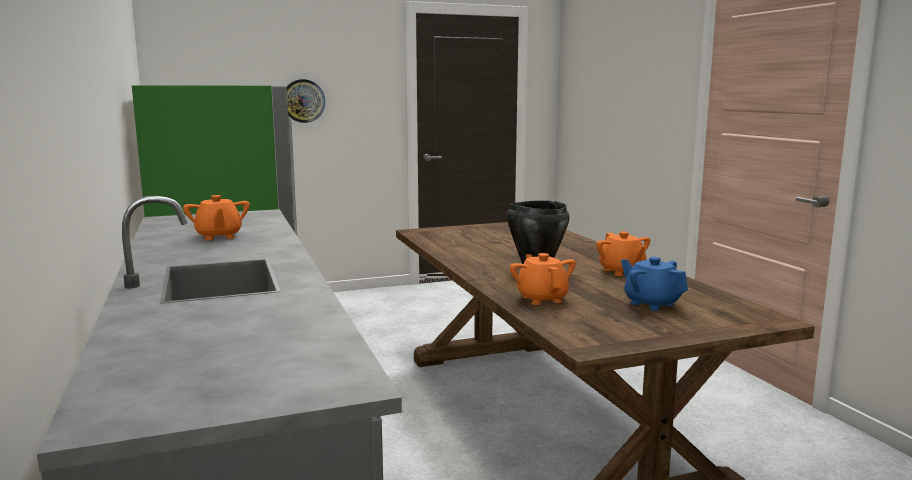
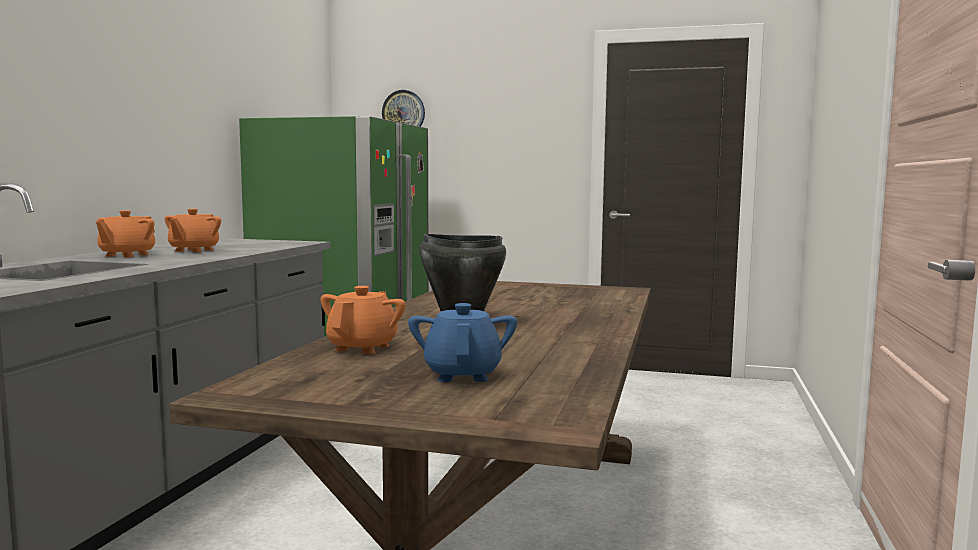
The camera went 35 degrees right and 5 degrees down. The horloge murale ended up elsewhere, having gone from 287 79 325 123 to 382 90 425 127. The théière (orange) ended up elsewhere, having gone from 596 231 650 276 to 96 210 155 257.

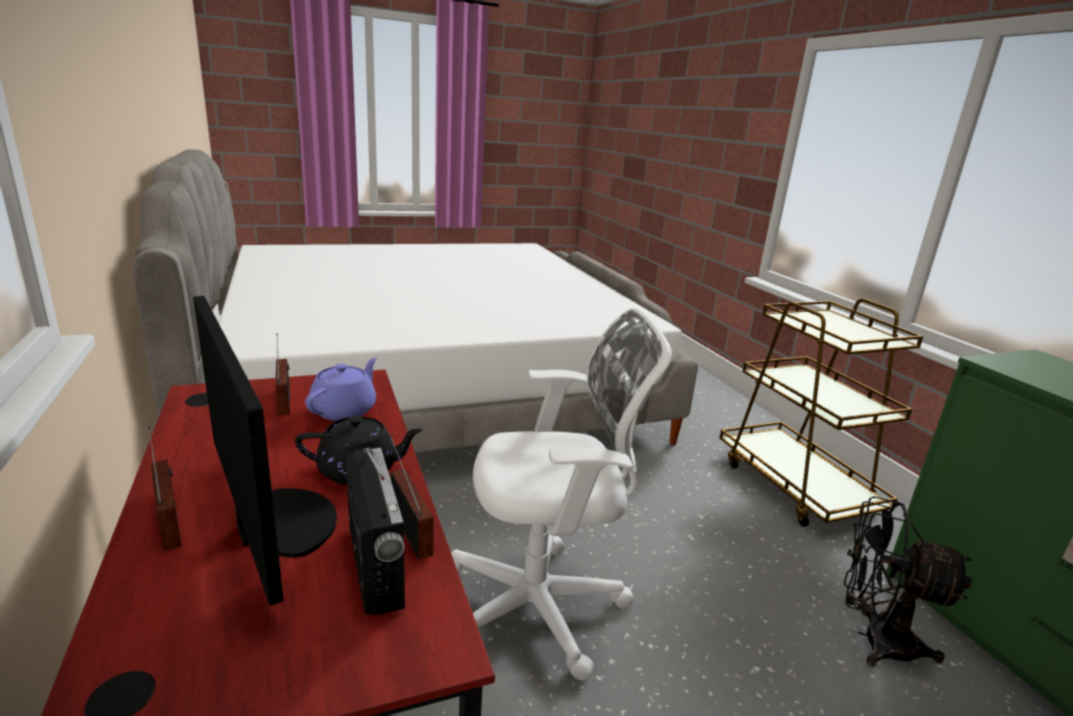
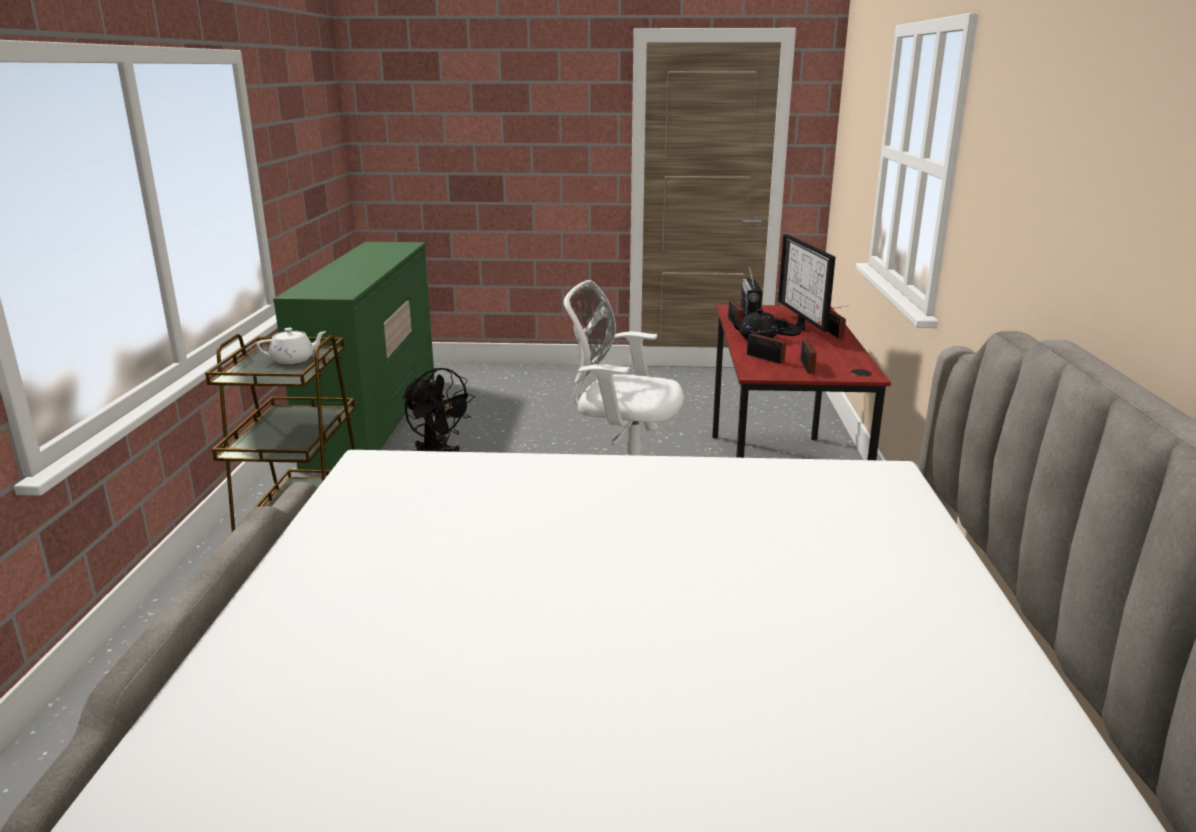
The camera went 155 degrees left and 0 degrees up. The second view gained the théière (blanc) at 256 328 327 364. Where the théière (violet) stood at 305 357 377 421, the radio came to stand at 747 327 791 364.

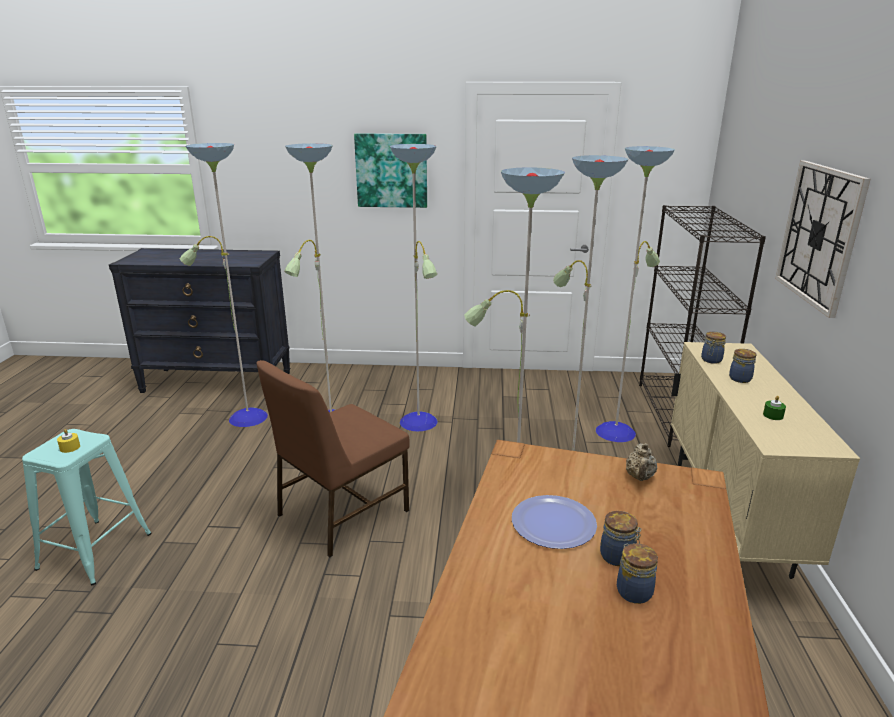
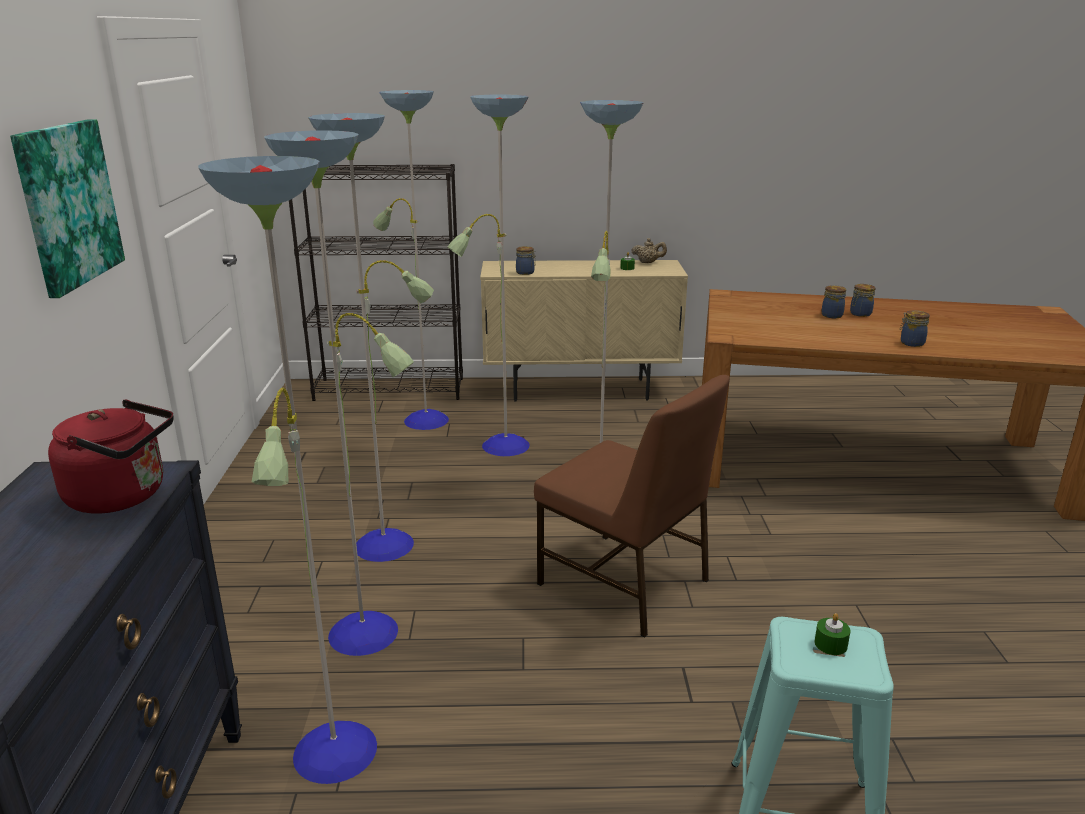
The camera went 95 degrees left and 0 degrees up. The second view lost the assiette at 512 495 597 549. The second view lost the horloge murale at 775 161 871 318. The second view gained the bouilloire (rouge) at 48 400 174 514. The théière (beige) ended up elsewhere, having gone from 626 443 657 481 to 631 238 667 263. The bocal ended up elsewhere, having gone from 729 349 756 383 to 900 310 930 347. What was the bougie (jaune) at 57 429 80 453 turned into the bougie (vert) at 814 613 850 655.

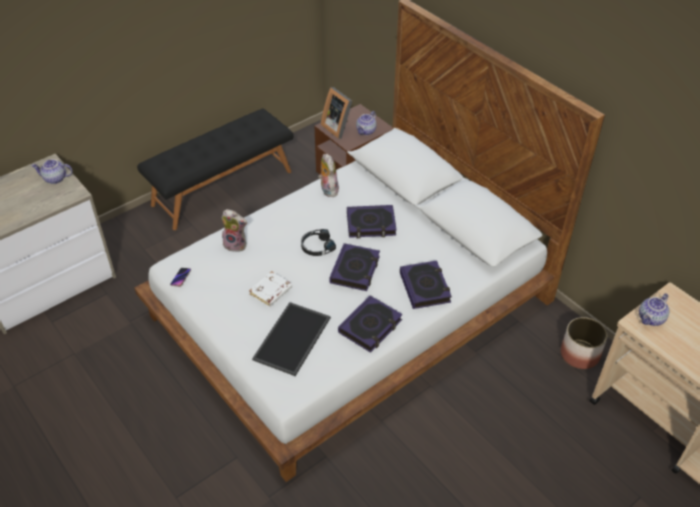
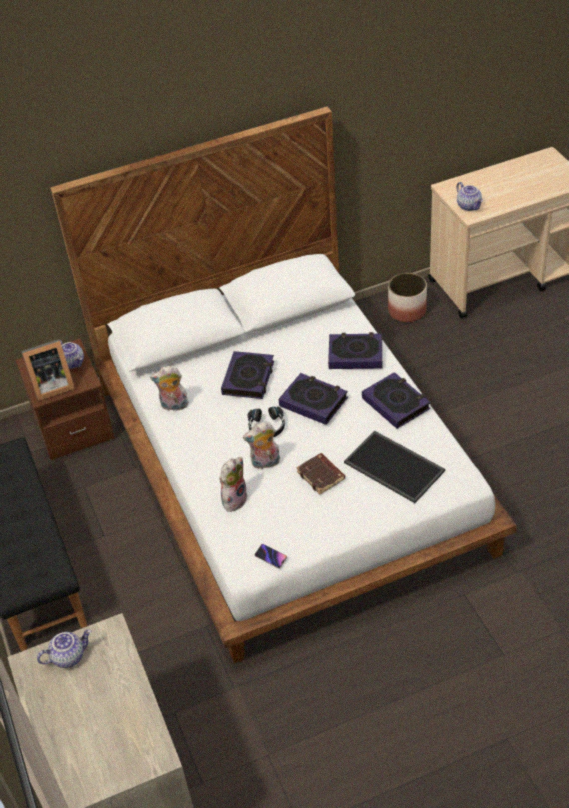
The camera went 70 degrees left and 0 degrees up. The second view gained the peluche at 243 421 280 470. What was the livre (blanc) at 249 271 292 307 turned into the livre (marron) at 296 453 345 494. The théière at 31 159 73 184 ended up facing another way, 135 degrees counterclockwise from before.

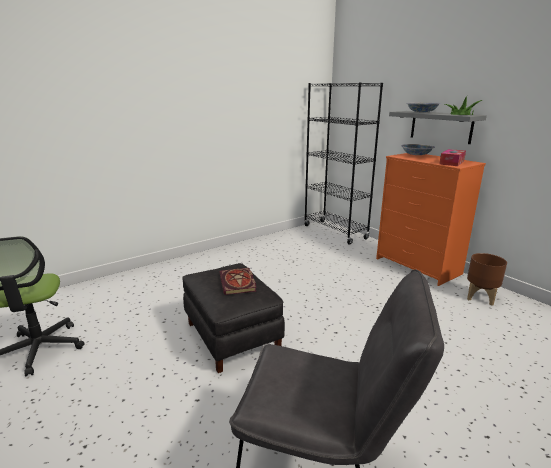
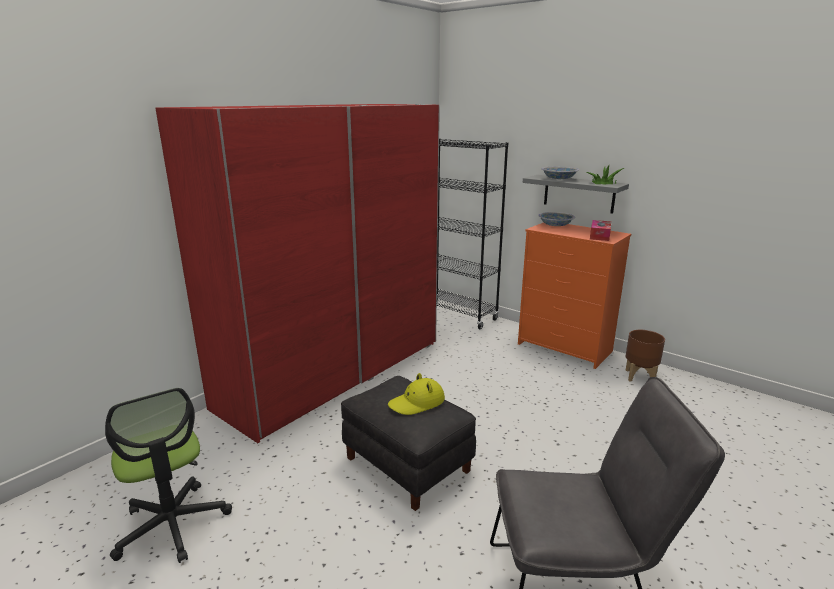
The camera went 15 degrees left and 0 degrees up. The second view gained the armoire (rouge) at 155 104 440 443. Where the livre stood at 220 268 257 295, the chapeau (jaune) came to stand at 388 373 445 415.

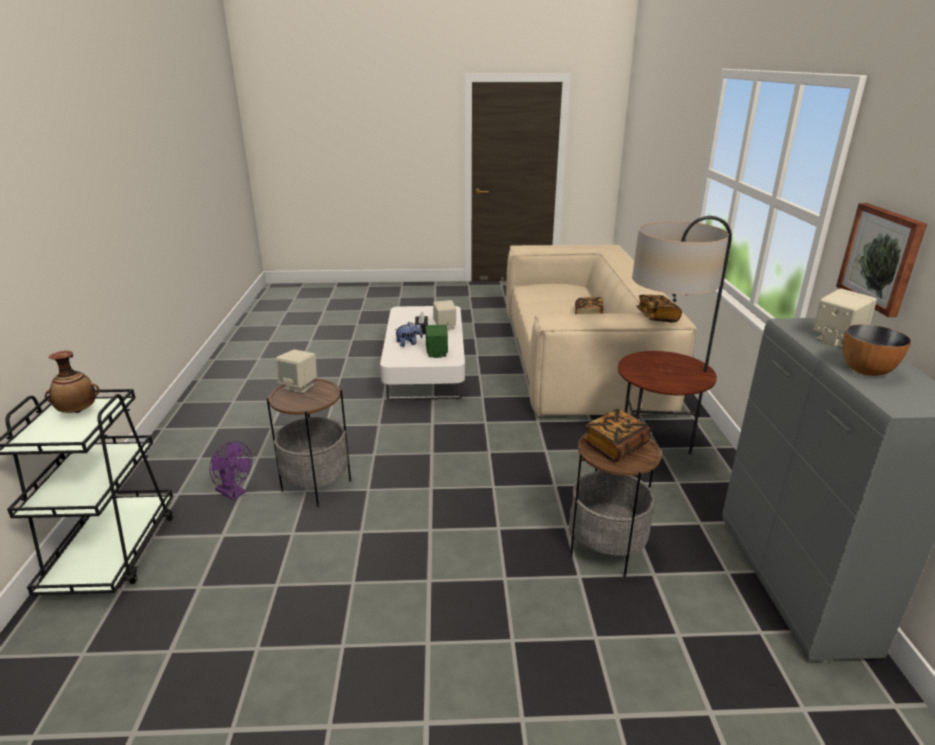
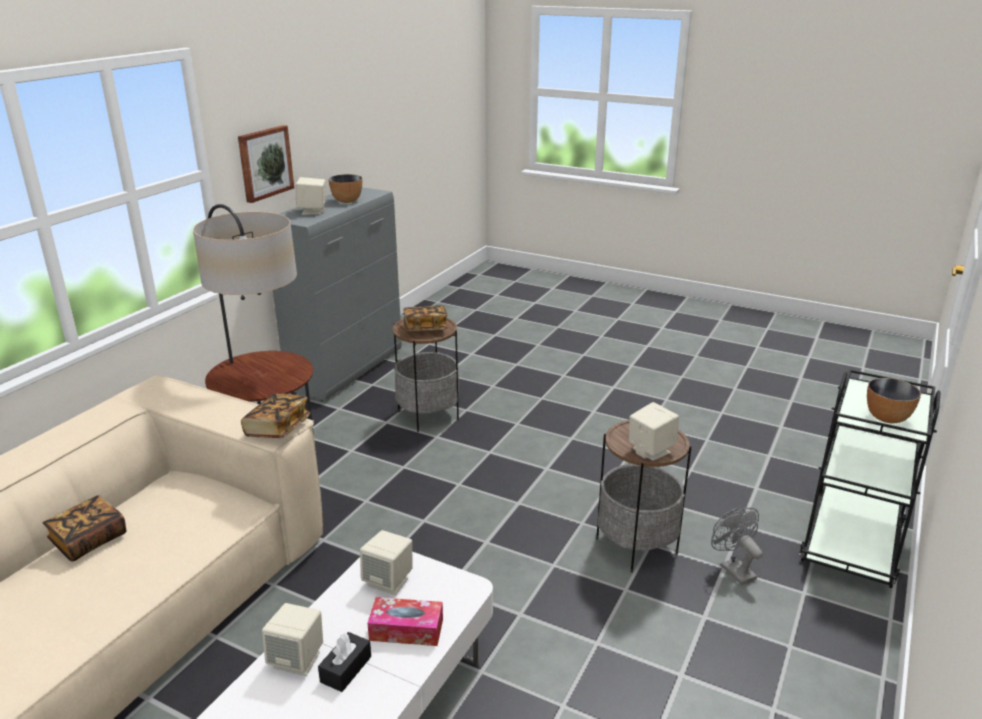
The camera went 150 degrees left and 0 degrees up. The livre ended up elsewhere, having gone from 636 295 682 322 to 241 393 311 438. Where the vase stood at 45 351 100 413, the bol came to stand at 867 378 921 423. Where the peluche stood at 394 322 423 347, the boîte à mouchoirs came to stand at 367 597 443 646. What was the ventilateur (violet) at 209 441 252 500 turned into the ventilateur (gris) at 711 508 763 585. What was the enceinte (vert) at 425 325 448 358 turned into the enceinte (beige) at 360 530 412 595.

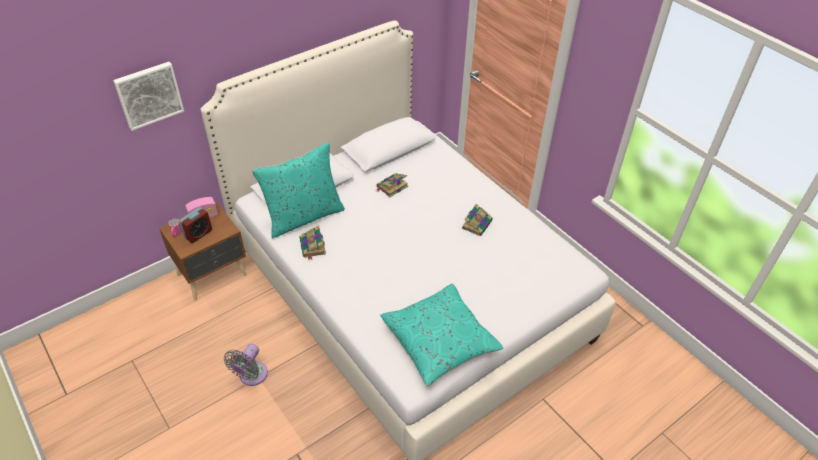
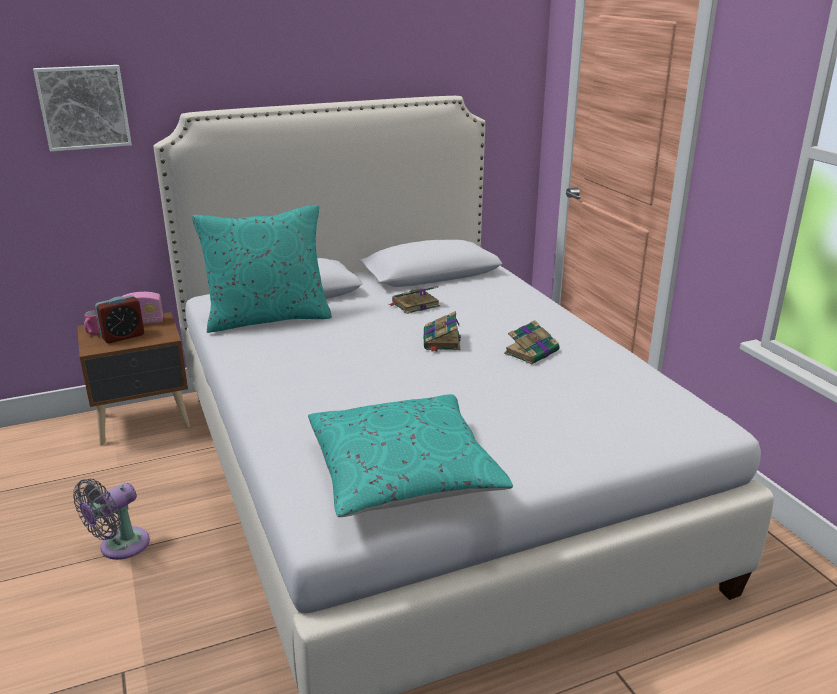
The camera went 15 degrees right and 20 degrees down. The livre ended up elsewhere, having gone from 300 225 326 260 to 423 311 461 352.

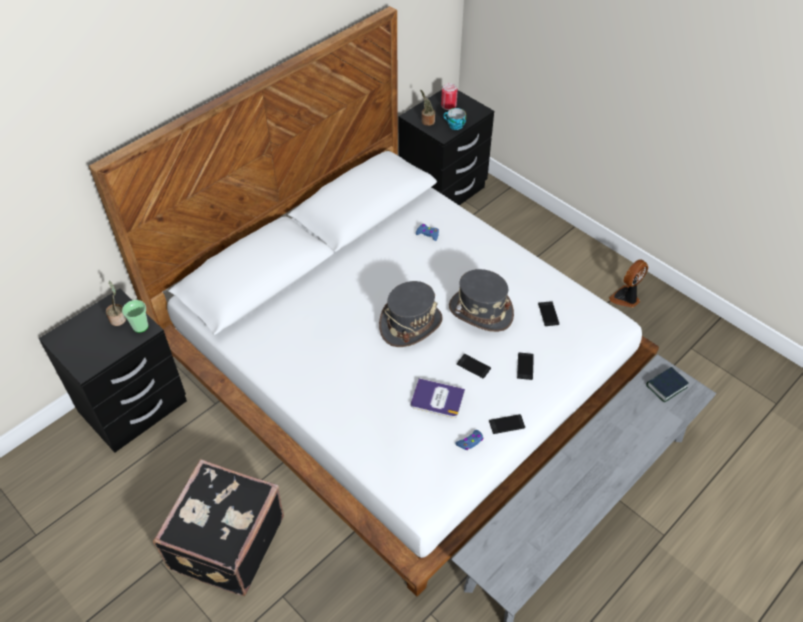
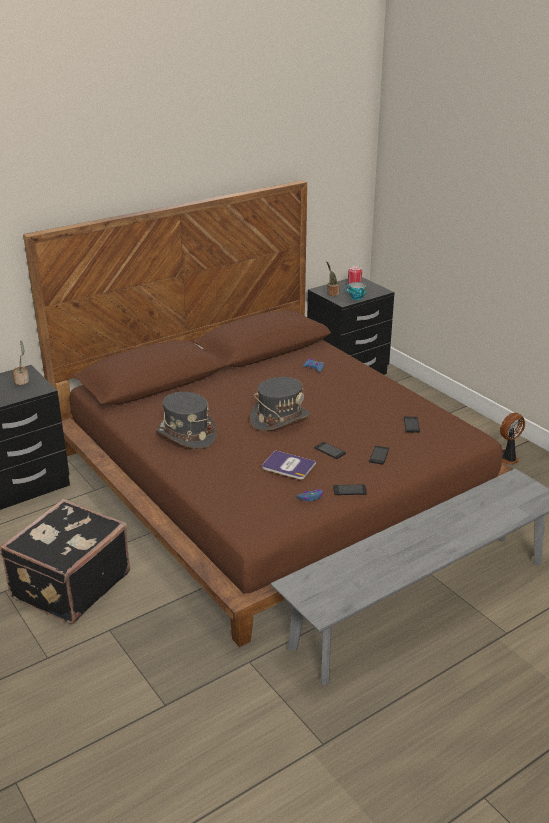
The camera went 10 degrees right and 20 degrees down. The second view lost the tasse at 122 300 148 333. The second view lost the livre at 646 367 689 403. The chapeau (gris) ended up elsewhere, having gone from 449 269 514 332 to 156 392 217 449. What was the lit (blanc) at 89 6 659 597 turned into the lit (marron) at 23 180 513 647.

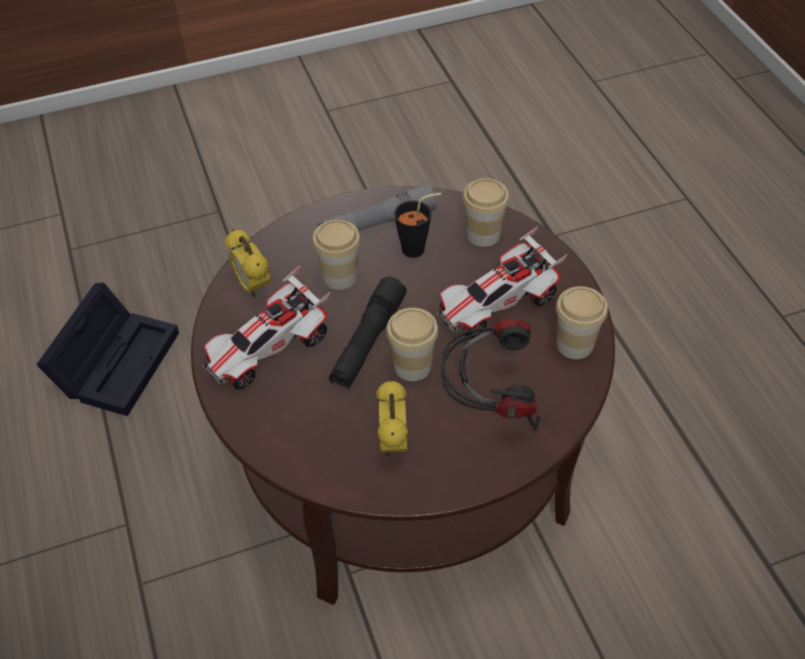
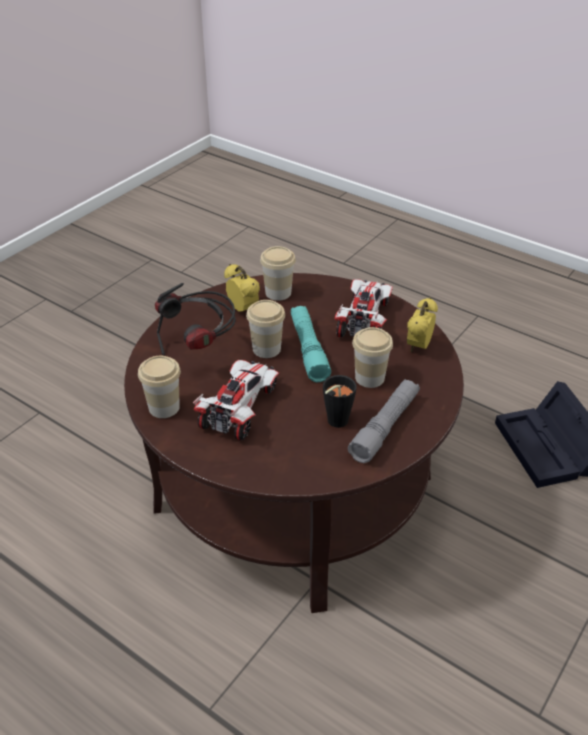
The camera went 145 degrees right and 10 degrees down. The tasse ended up elsewhere, having gone from 463 178 509 247 to 260 246 296 301. What was the lampe de poche (noir) at 329 276 407 389 turned into the lampe de poche (turquoise) at 291 306 331 382. The réveil at 225 229 271 297 ended up facing another way, 90 degrees counterclockwise from before.

